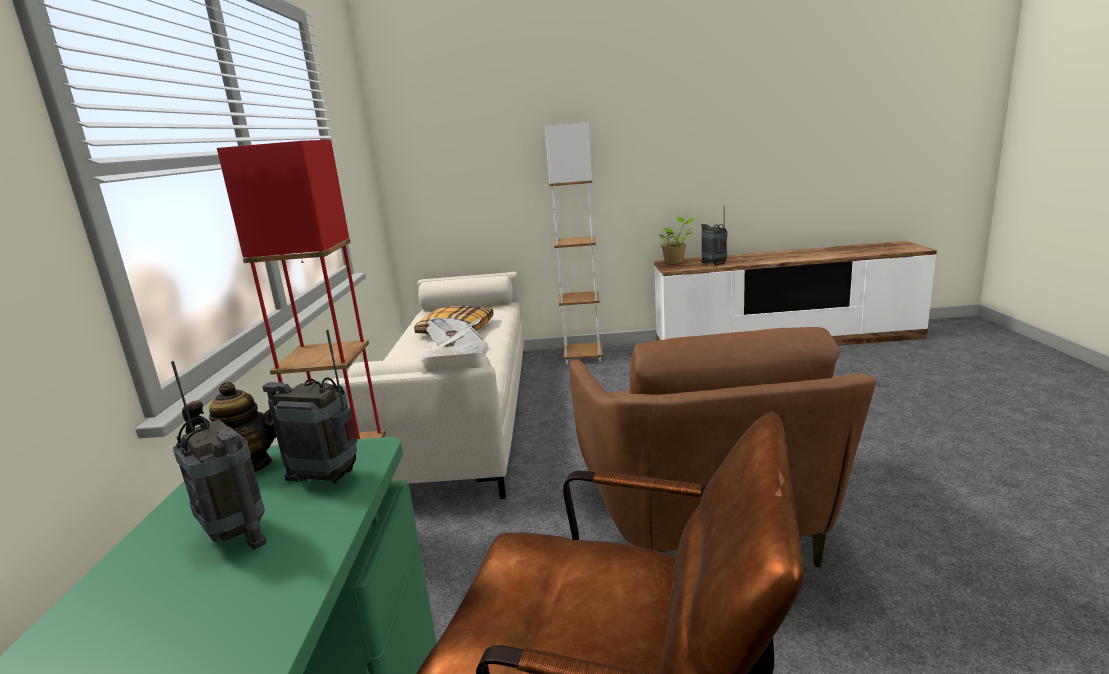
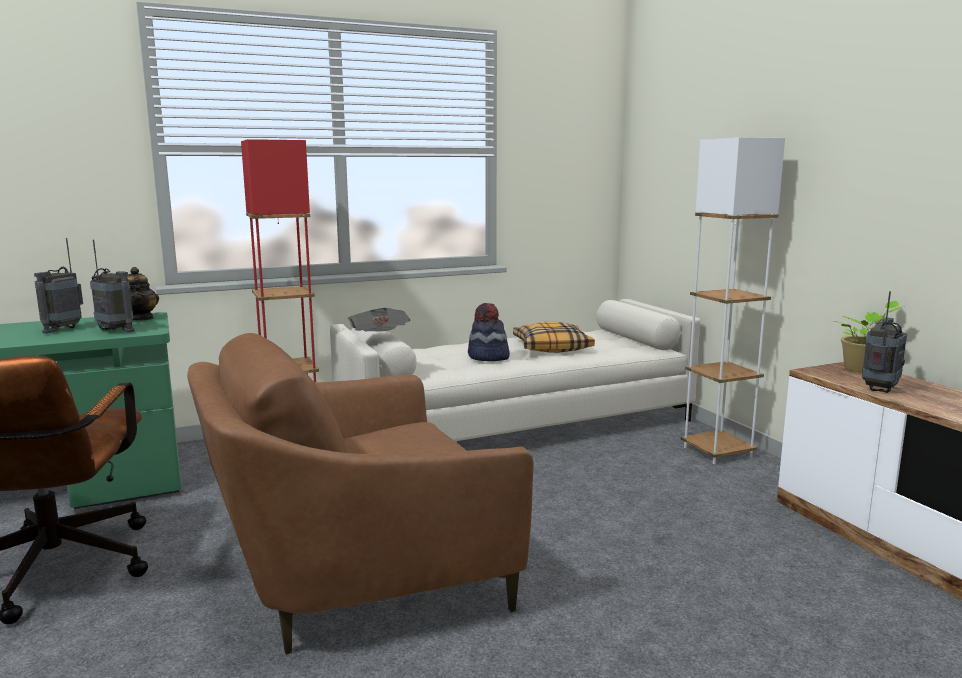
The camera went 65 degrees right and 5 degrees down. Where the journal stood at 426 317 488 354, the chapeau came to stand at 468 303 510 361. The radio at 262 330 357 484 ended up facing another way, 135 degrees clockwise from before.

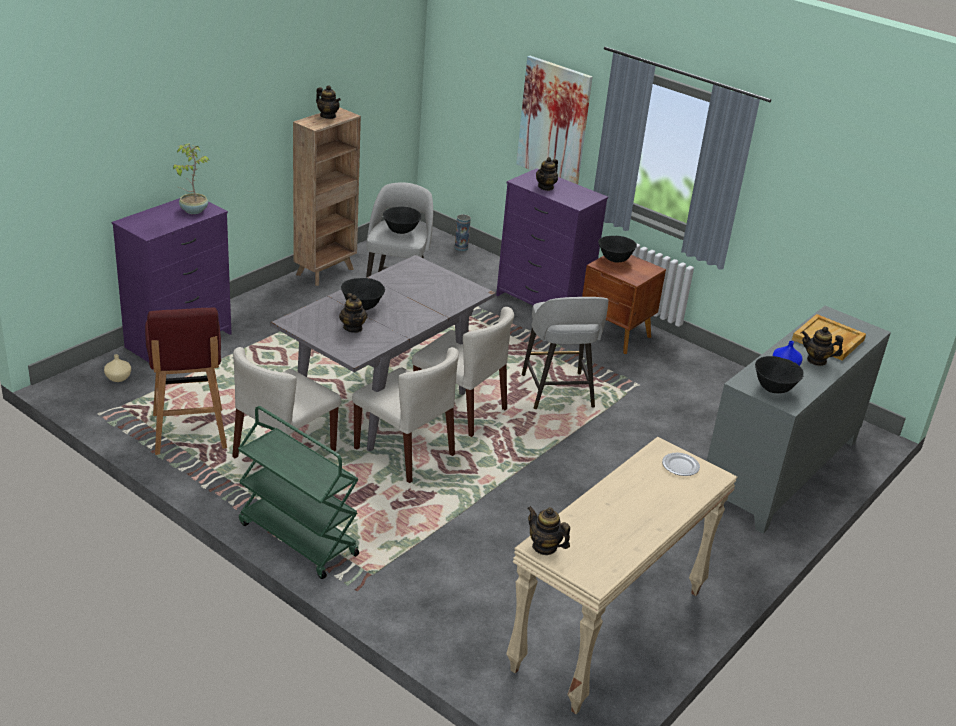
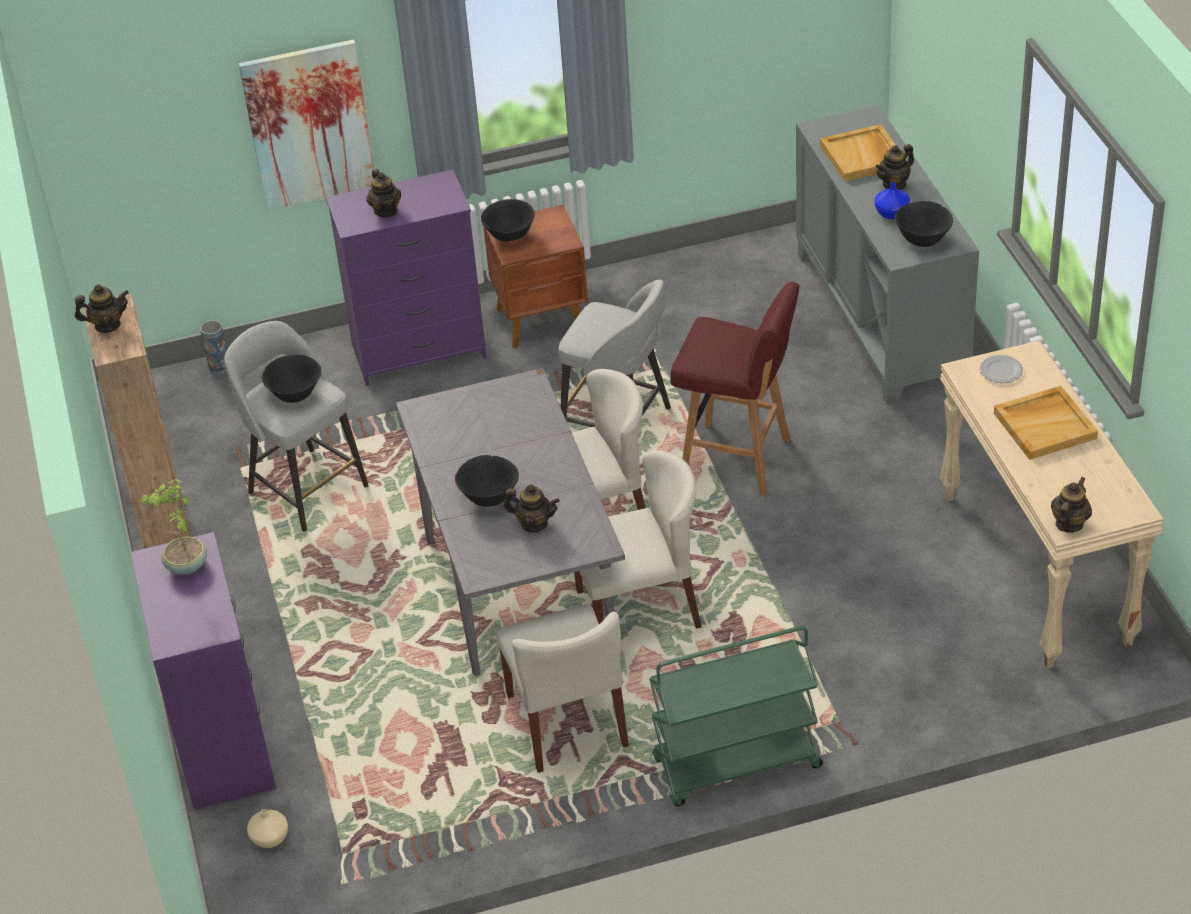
The camera went 50 degrees left and 10 degrees up. The second view gained the plateau (beige) at 994 386 1098 460. The tabouret (rouge) ended up elsewhere, having gone from 145 308 227 455 to 670 282 799 496. The théière at 528 506 570 555 ended up facing another way, 135 degrees clockwise from before.

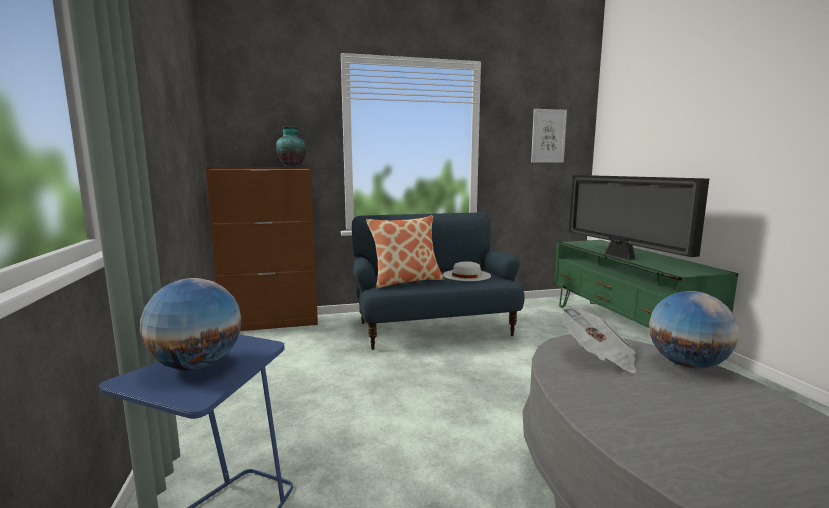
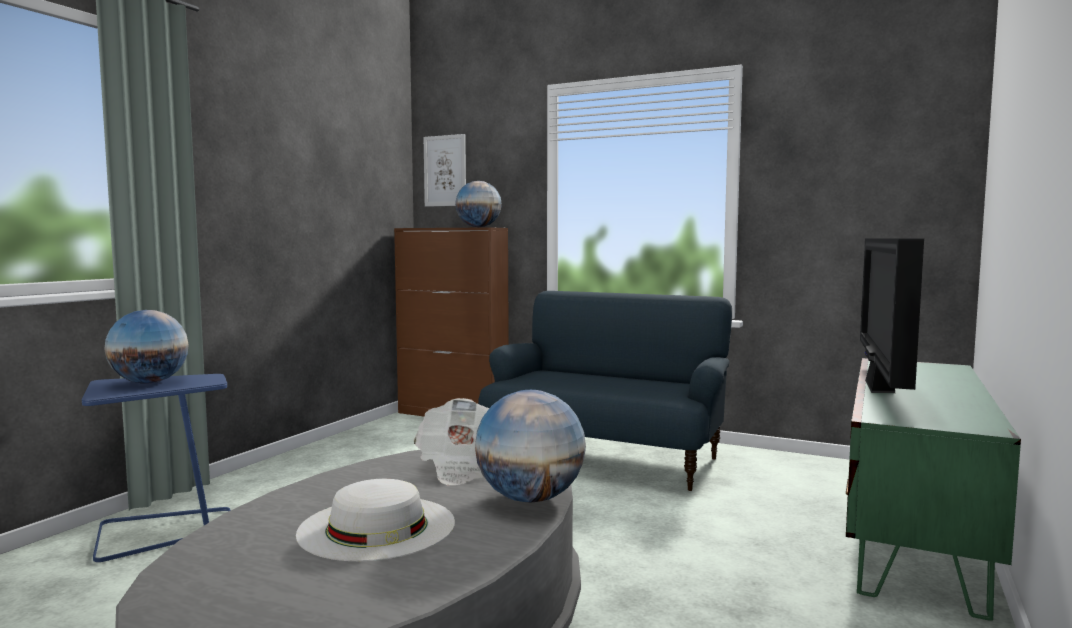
The camera went 40 degrees right and 5 degrees down. The second view lost the coussin at 366 215 444 289. The chapeau (blanc) ended up elsewhere, having gone from 443 261 491 281 to 296 479 455 561. The tableau ended up elsewhere, having gone from 531 109 567 163 to 424 134 466 207. Where the vase stood at 276 126 306 167, the globe came to stand at 455 181 502 227.

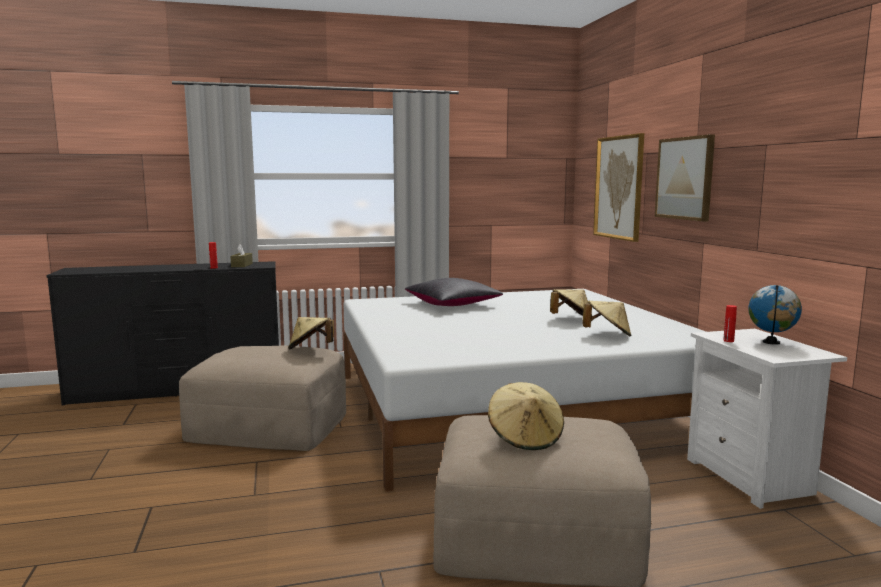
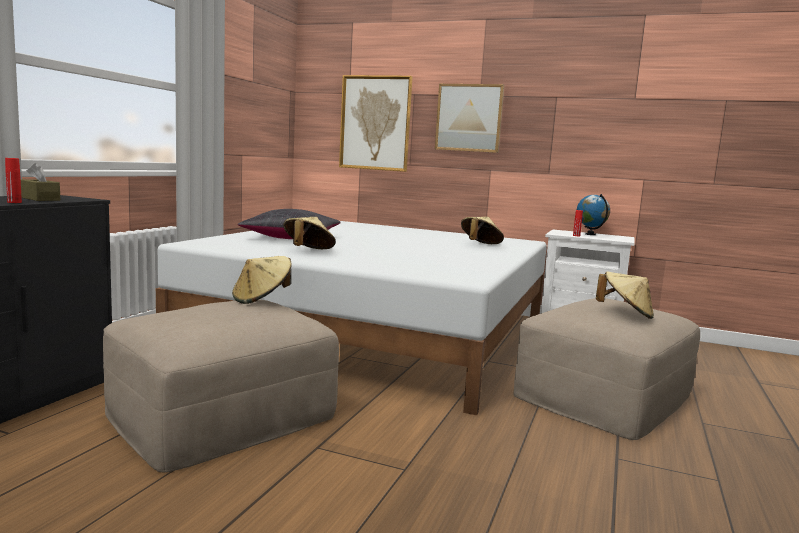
The camera went 55 degrees left and 0 degrees up. The chapeau (beige) ended up elsewhere, having gone from 550 289 592 317 to 283 217 336 249.

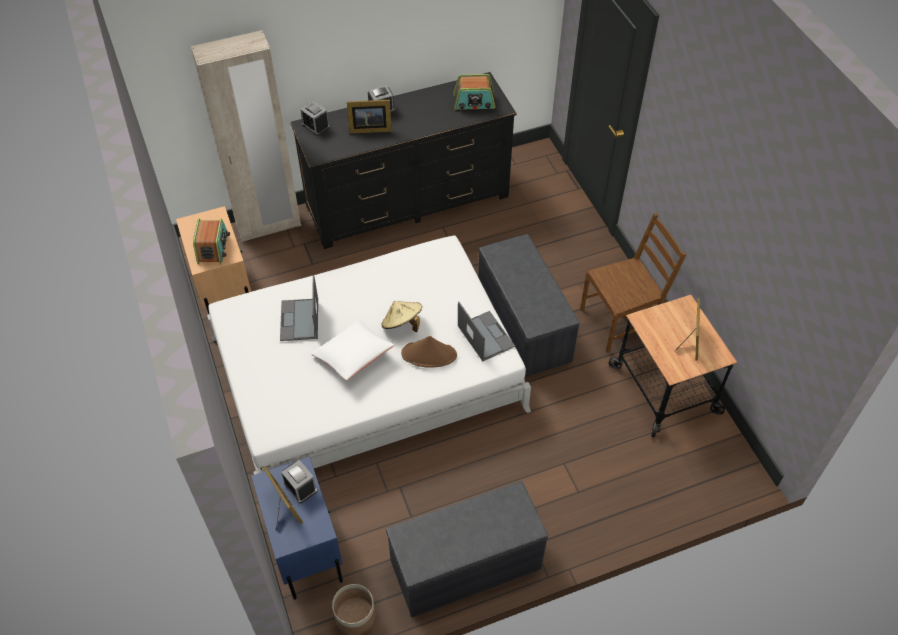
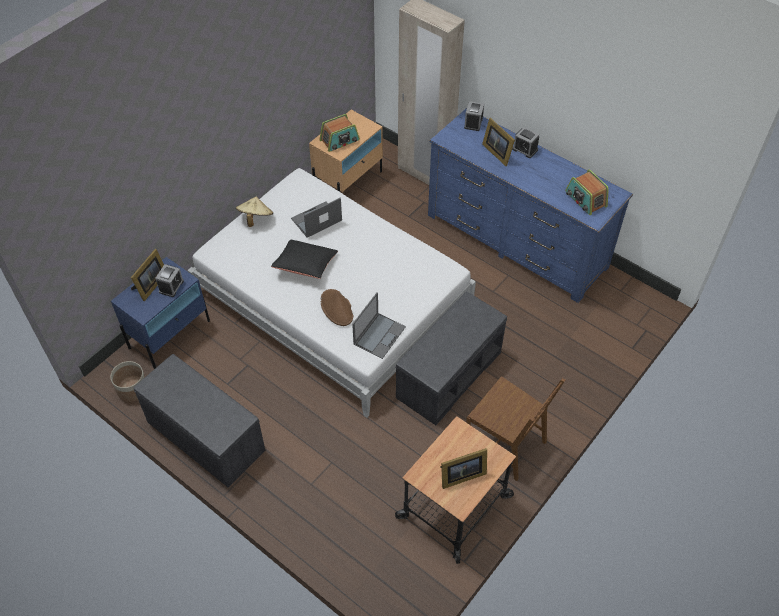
The camera went 60 degrees right and 0 degrees up. The chapeau (beige) ended up elsewhere, having gone from 382 301 422 332 to 236 197 273 227. What was the commode (noir) at 290 72 517 249 turned into the commode (bleu) at 428 108 633 303. What was the coussin (blanc) at 311 320 395 380 turned into the coussin (noir) at 271 240 338 279.

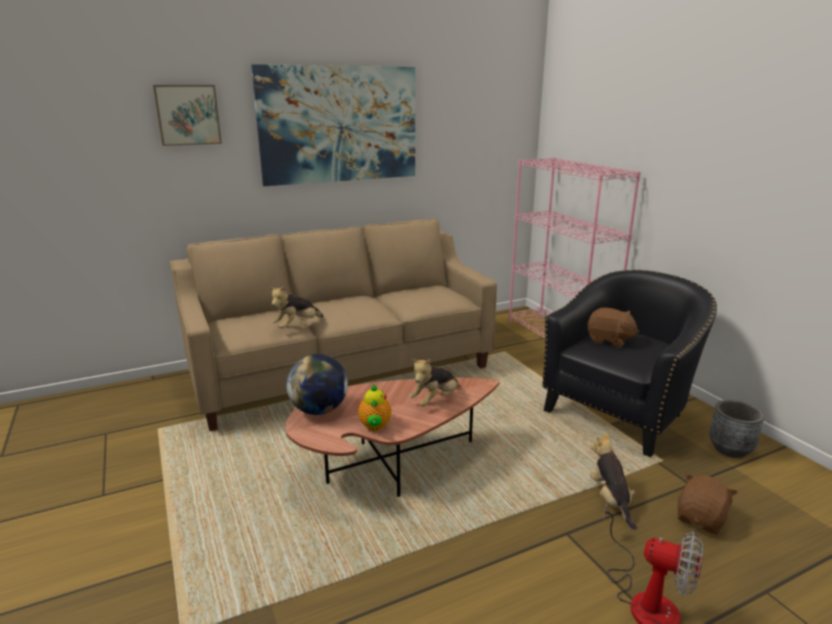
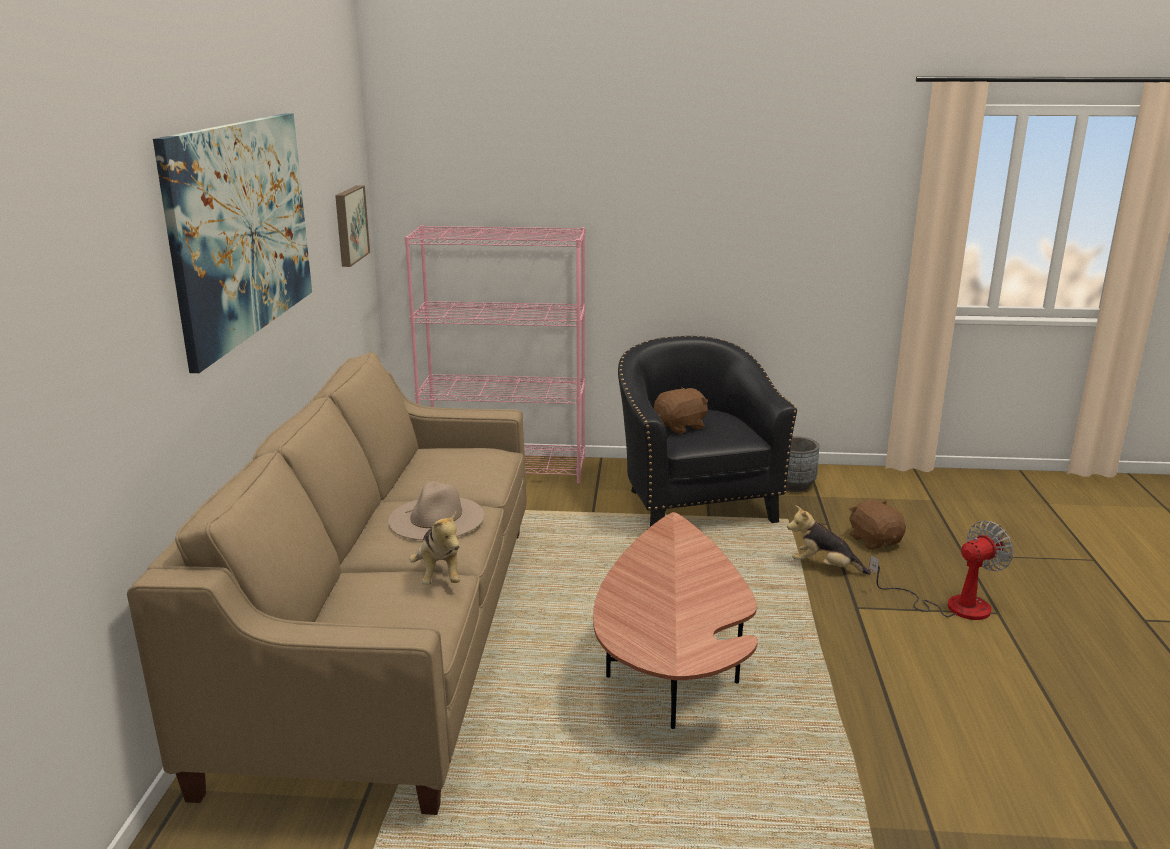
The camera went 60 degrees left and 0 degrees up. The second view lost the globe at 286 354 348 415. The second view lost the théière at 358 384 391 431. The second view lost the peluche at 409 359 460 406. The second view gained the chapeau (beige) at 388 481 484 540. The tableau ended up elsewhere, having gone from 153 85 222 146 to 335 185 370 267.

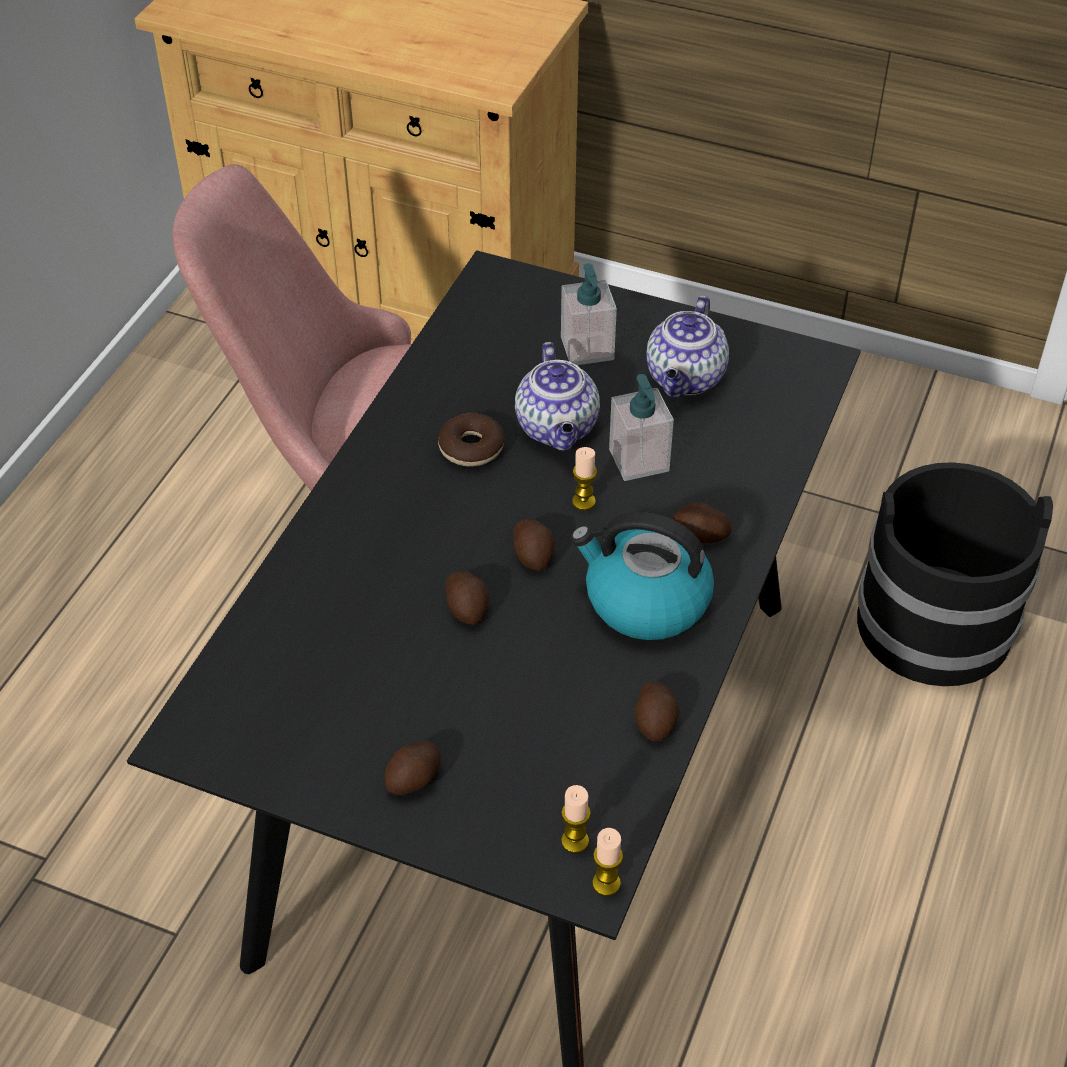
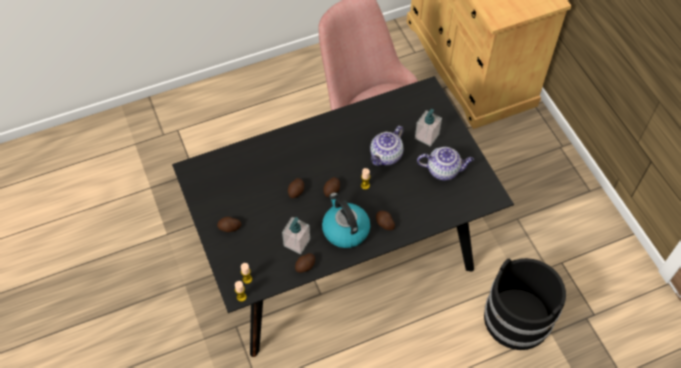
The camera went 45 degrees right and 10 degrees up. The second view lost the beignet at 438 413 504 467. The distributeur de savon ended up elsewhere, having gone from 609 374 674 481 to 282 217 310 254. The théière at 646 295 729 398 ended up facing another way, 150 degrees counterclockwise from before.

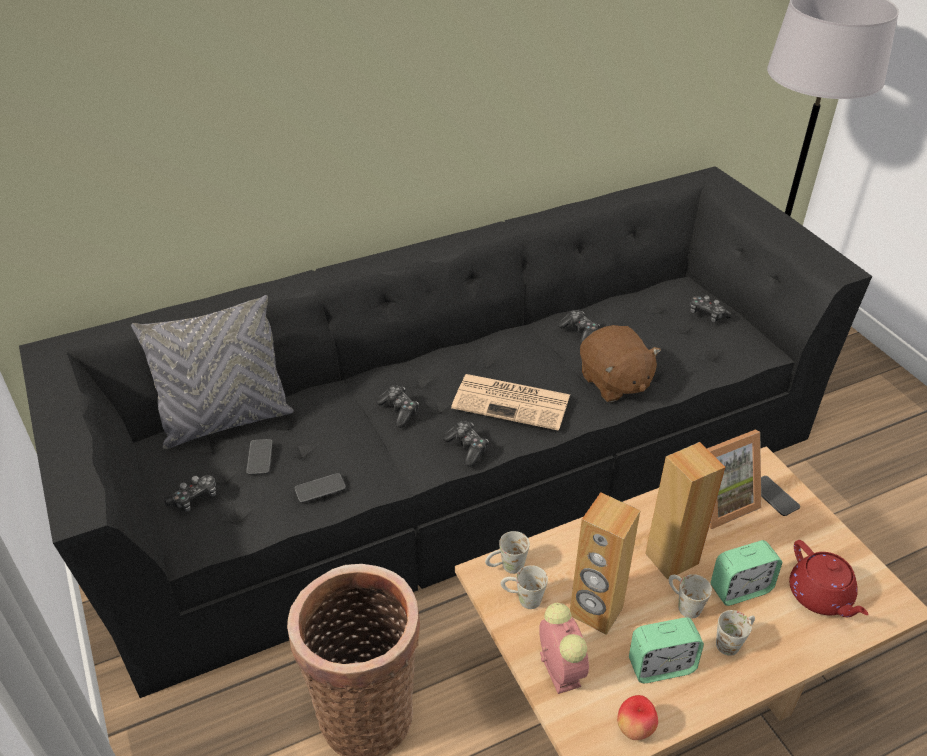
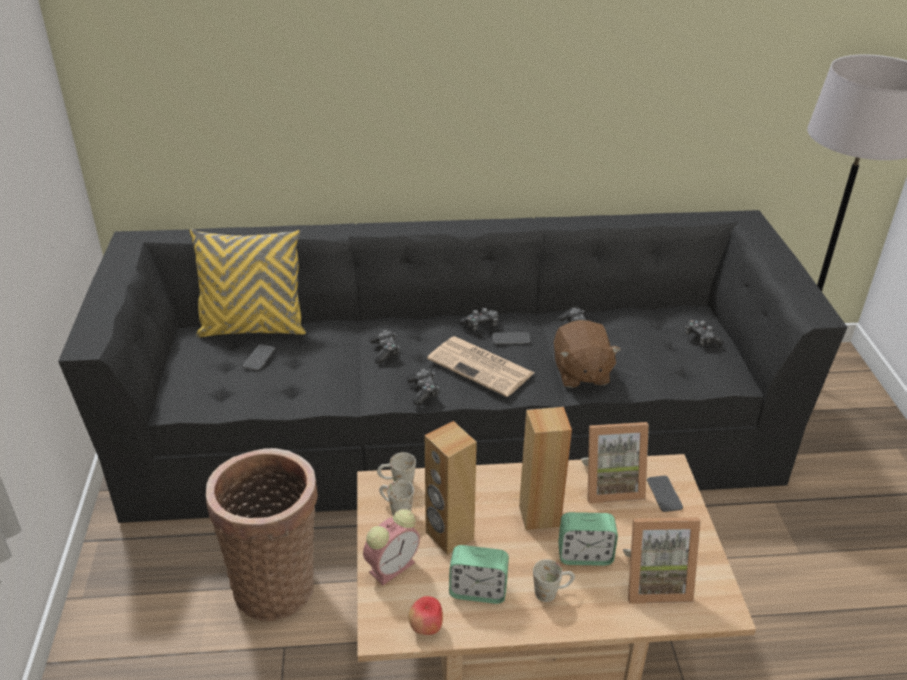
The camera went 20 degrees right and 5 degrees down. The second view lost the mug (blanc) at 669 574 712 619. The manette ended up elsewhere, having gone from 164 474 216 512 to 459 308 498 331. The téléphone ended up elsewhere, having gone from 294 473 346 503 to 492 332 531 345. Where the théière (rouge) stood at 789 540 868 617, the cadre photo came to stand at 623 517 701 604. What was the coussin (gris) at 131 295 294 449 turned into the coussin (jaune) at 190 229 306 337. The réveil at 539 603 589 694 ended up facing another way, 45 degrees clockwise from before.

